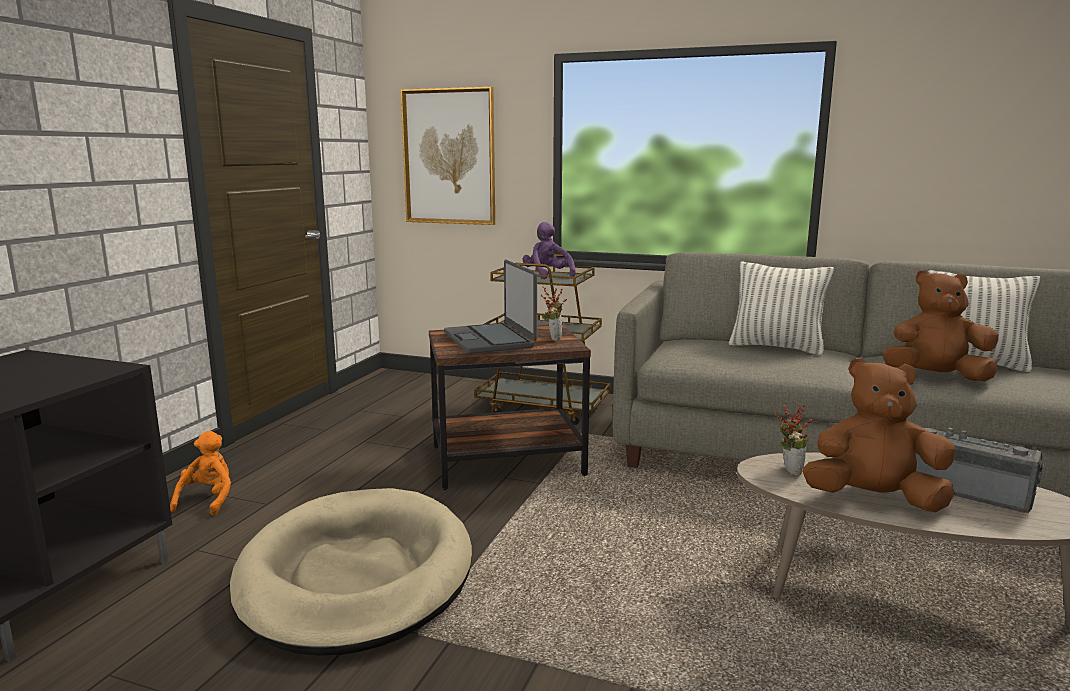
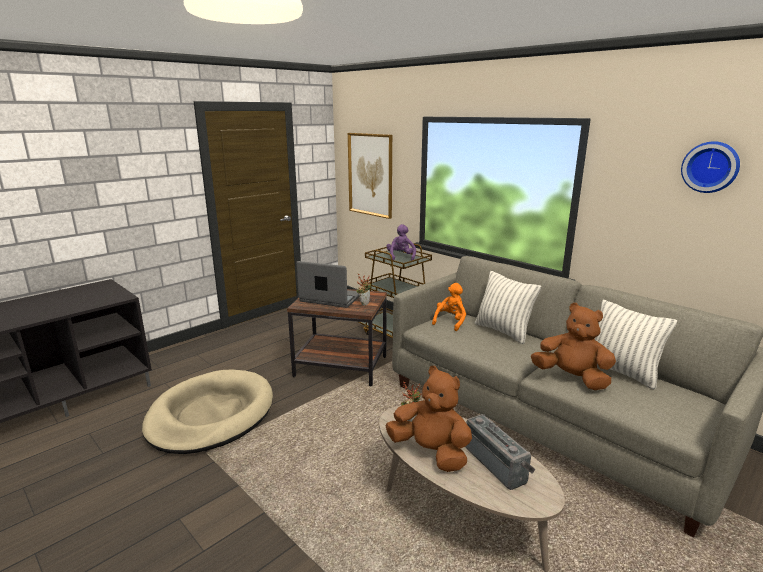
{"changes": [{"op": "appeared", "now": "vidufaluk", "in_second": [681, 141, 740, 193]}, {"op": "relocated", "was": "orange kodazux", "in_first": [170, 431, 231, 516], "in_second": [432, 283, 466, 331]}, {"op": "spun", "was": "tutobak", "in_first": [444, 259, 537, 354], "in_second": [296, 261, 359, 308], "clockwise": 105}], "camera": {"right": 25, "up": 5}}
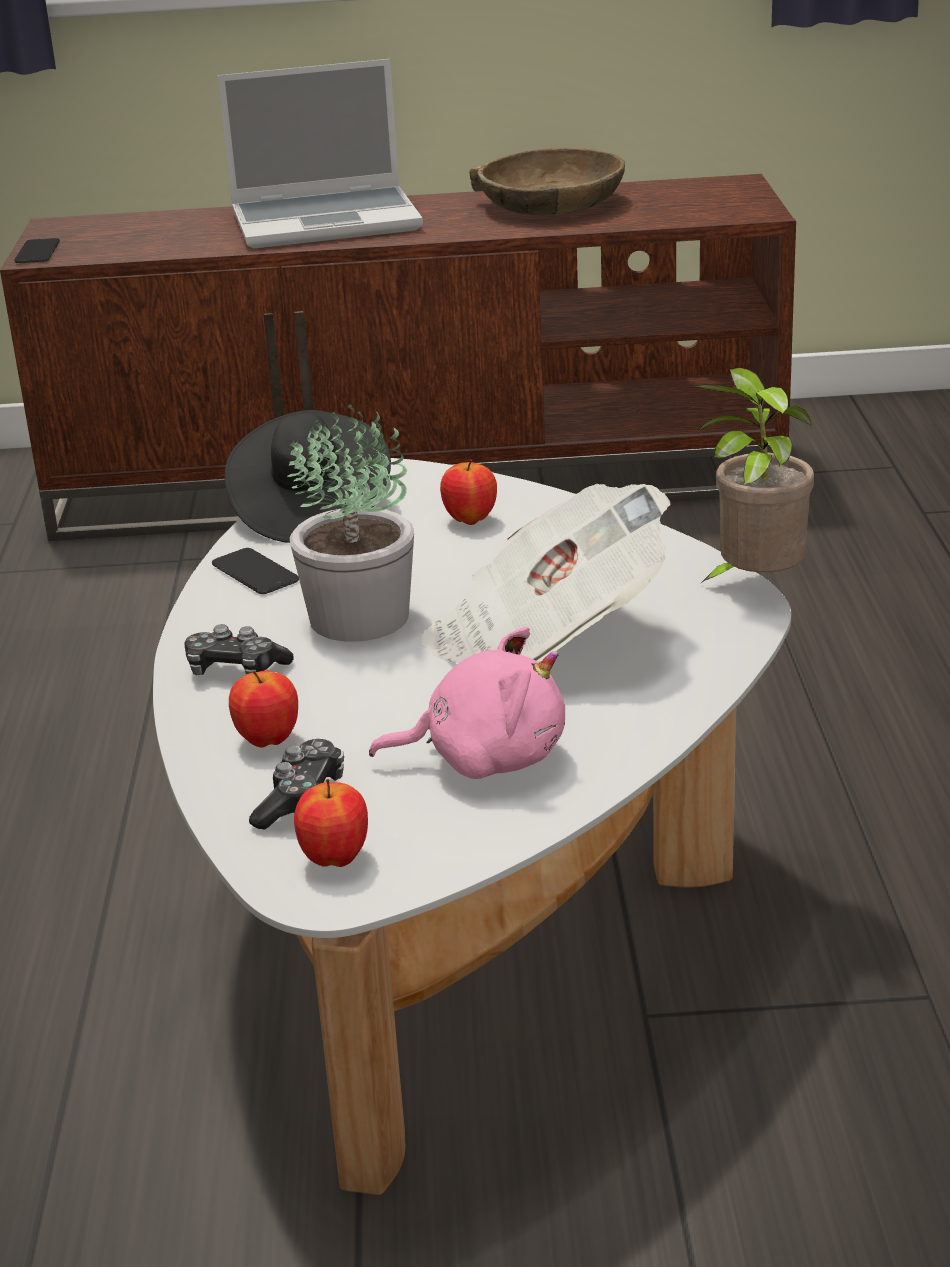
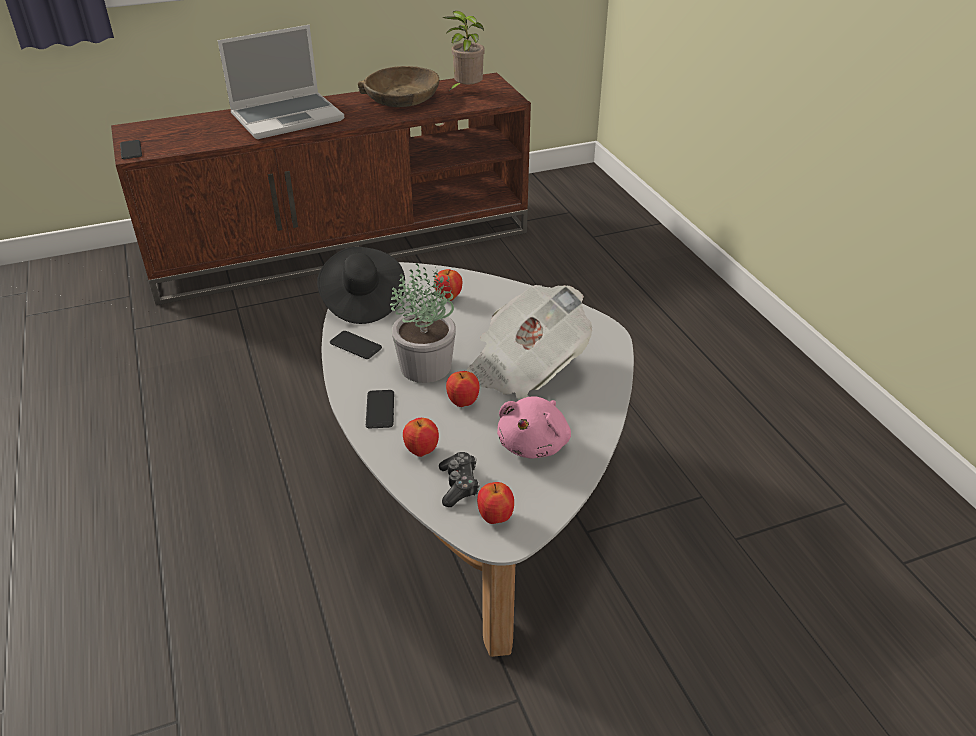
{"changes": [{"op": "appeared", "now": "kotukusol", "in_second": [446, 371, 480, 407]}, {"op": "relocated", "was": "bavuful", "in_first": [694, 367, 814, 584], "in_second": [443, 11, 485, 92]}, {"op": "exchanged", "was": "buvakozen", "now": "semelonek", "in_first": [185, 624, 294, 675], "in_second": [366, 390, 394, 428]}, {"op": "spun", "was": "pink kodazux", "in_first": [369, 627, 565, 779], "in_second": [497, 397, 571, 458], "clockwise": 135}], "camera": {"right": -20, "up": 10}}
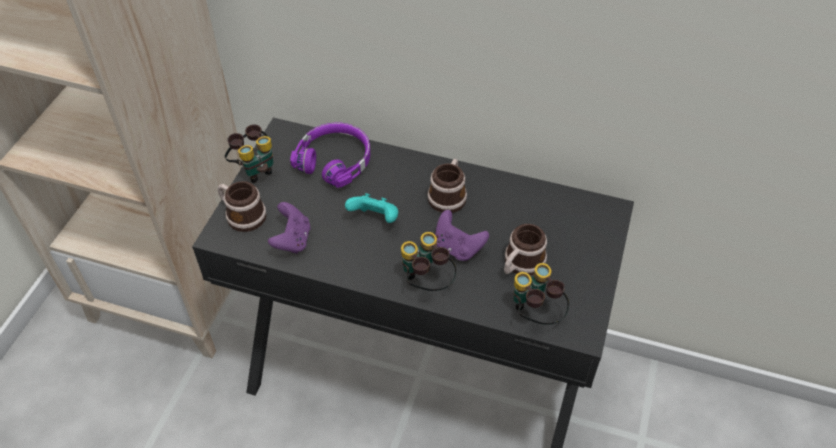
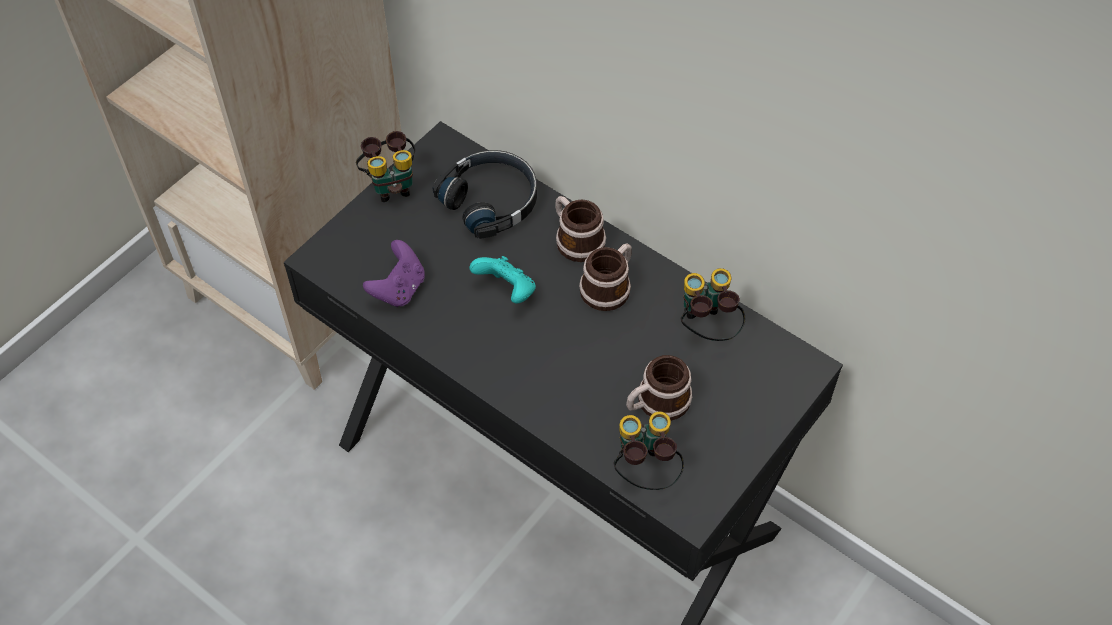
{"changes": [{"op": "missing", "was": "purple buvakozen", "in_first": [435, 210, 489, 261]}, {"op": "relocated", "was": "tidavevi", "in_first": [218, 181, 266, 232], "in_second": [555, 196, 606, 262]}, {"op": "relocated", "was": "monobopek", "in_first": [401, 232, 457, 291], "in_second": [681, 268, 745, 341]}, {"op": "colour", "was": "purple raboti", "now": "black raboti", "in_first": [290, 122, 370, 188], "in_second": [432, 150, 537, 239]}], "camera": {"right": 20, "up": 5}}
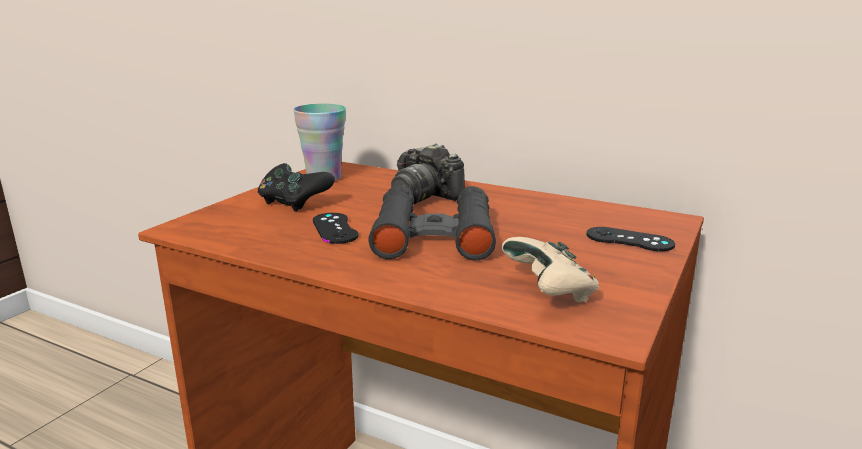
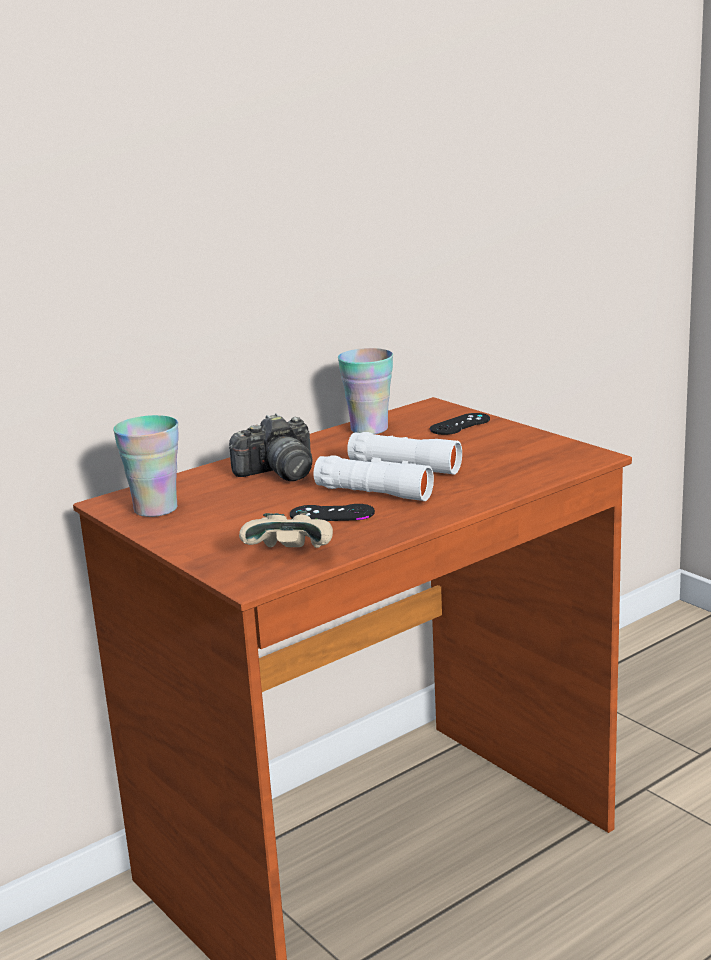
{"changes": [{"op": "missing", "was": "black buvakozen", "in_first": [258, 163, 335, 212]}, {"op": "appeared", "now": "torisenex", "in_second": [338, 348, 393, 434]}, {"op": "relocated", "was": "beige buvakozen", "in_first": [502, 237, 599, 303], "in_second": [239, 511, 333, 548]}, {"op": "colour", "was": "black monobopek", "now": "white monobopek", "in_first": [368, 185, 496, 260], "in_second": [314, 432, 462, 501]}], "camera": {"right": -65, "up": 0}}
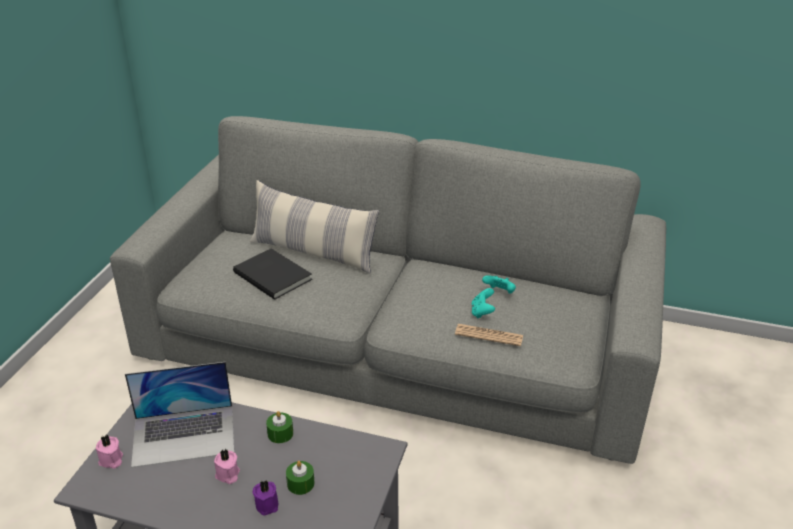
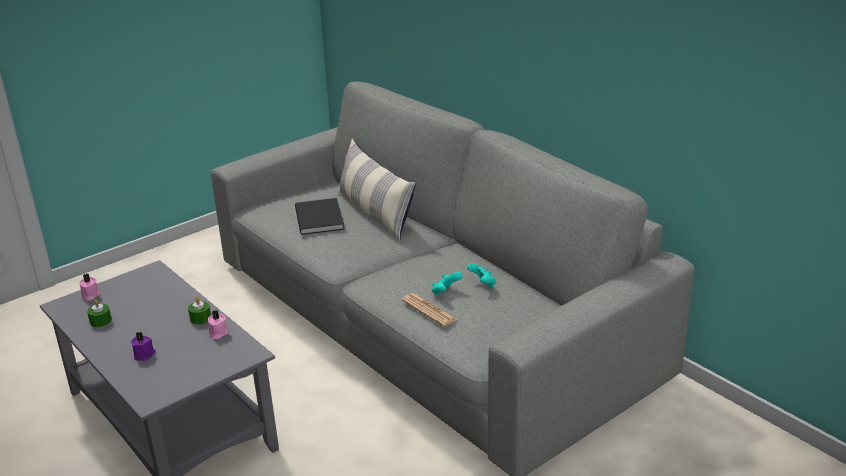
{"changes": [{"op": "missing", "was": "tutobak", "in_first": [125, 362, 234, 468]}, {"op": "relocated", "was": "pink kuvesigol", "in_first": [214, 449, 240, 484], "in_second": [208, 310, 228, 339]}, {"op": "relocated", "was": "green kuvesigol", "in_first": [286, 461, 315, 495], "in_second": [87, 300, 112, 327]}], "camera": {"right": 35, "up": -5}}
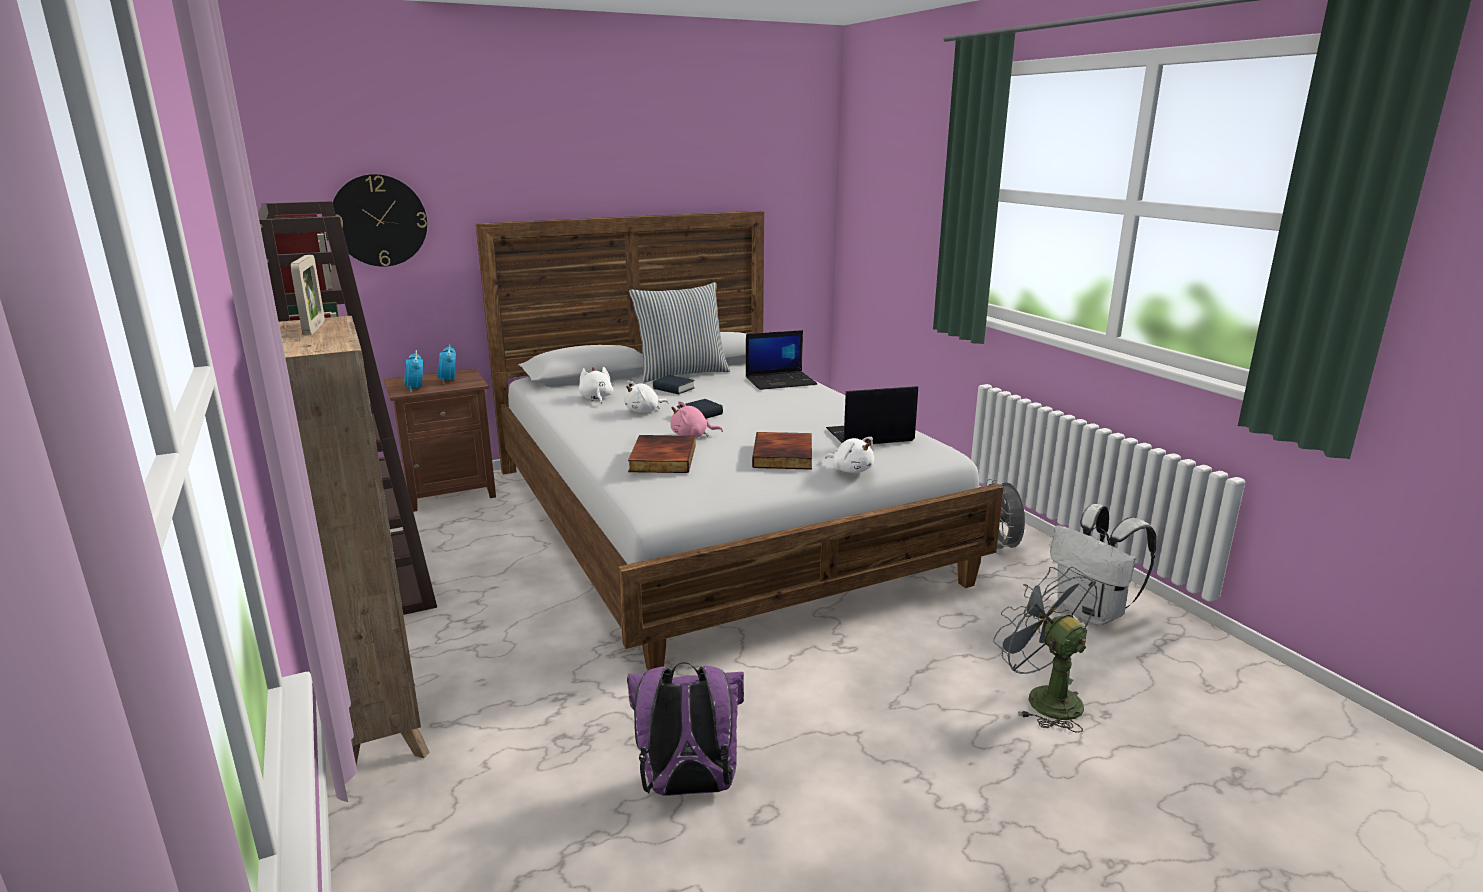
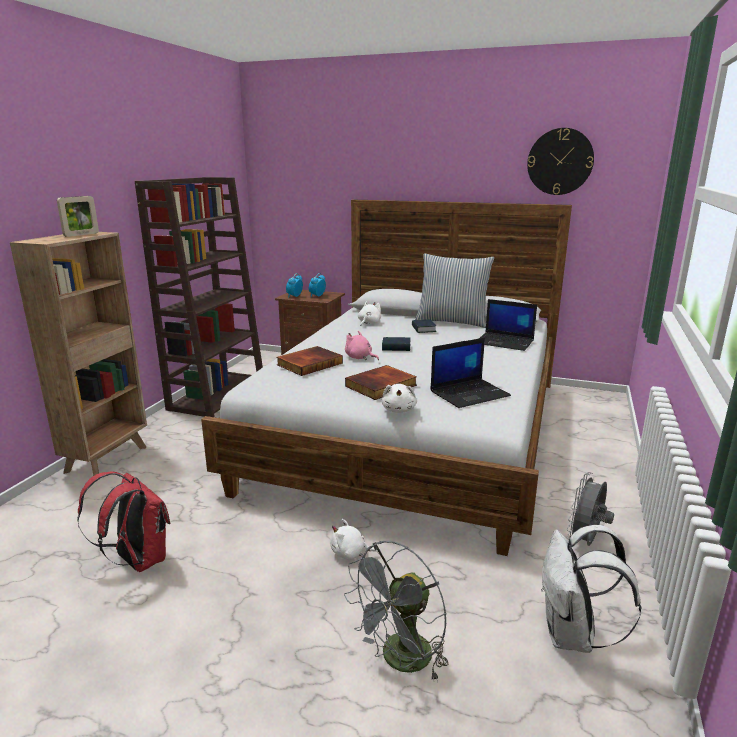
{"changes": [{"op": "relocated", "was": "vidufaluk", "in_first": [333, 174, 427, 267], "in_second": [527, 128, 594, 195]}, {"op": "relocated", "was": "white kodazux", "in_first": [624, 381, 669, 413], "in_second": [330, 519, 379, 560]}, {"op": "colour", "was": "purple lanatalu", "now": "red lanatalu", "in_first": [627, 662, 744, 796], "in_second": [77, 471, 170, 572]}, {"op": "spun", "was": "tutobak", "in_first": [826, 386, 918, 444], "in_second": [430, 338, 511, 408], "clockwise": 120}, {"op": "spun", "was": "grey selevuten", "in_first": [993, 567, 1098, 733], "in_second": [344, 541, 448, 682], "clockwise": -150}], "camera": {"right": 45, "up": 0}}
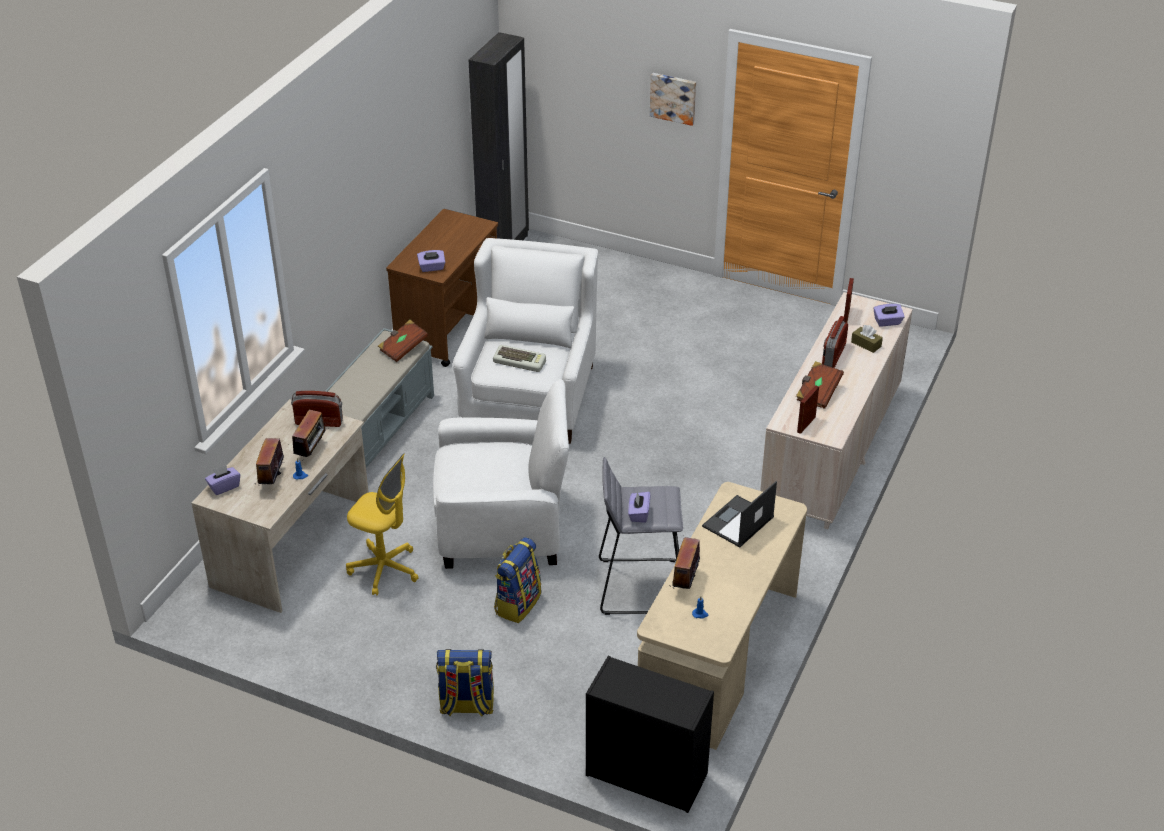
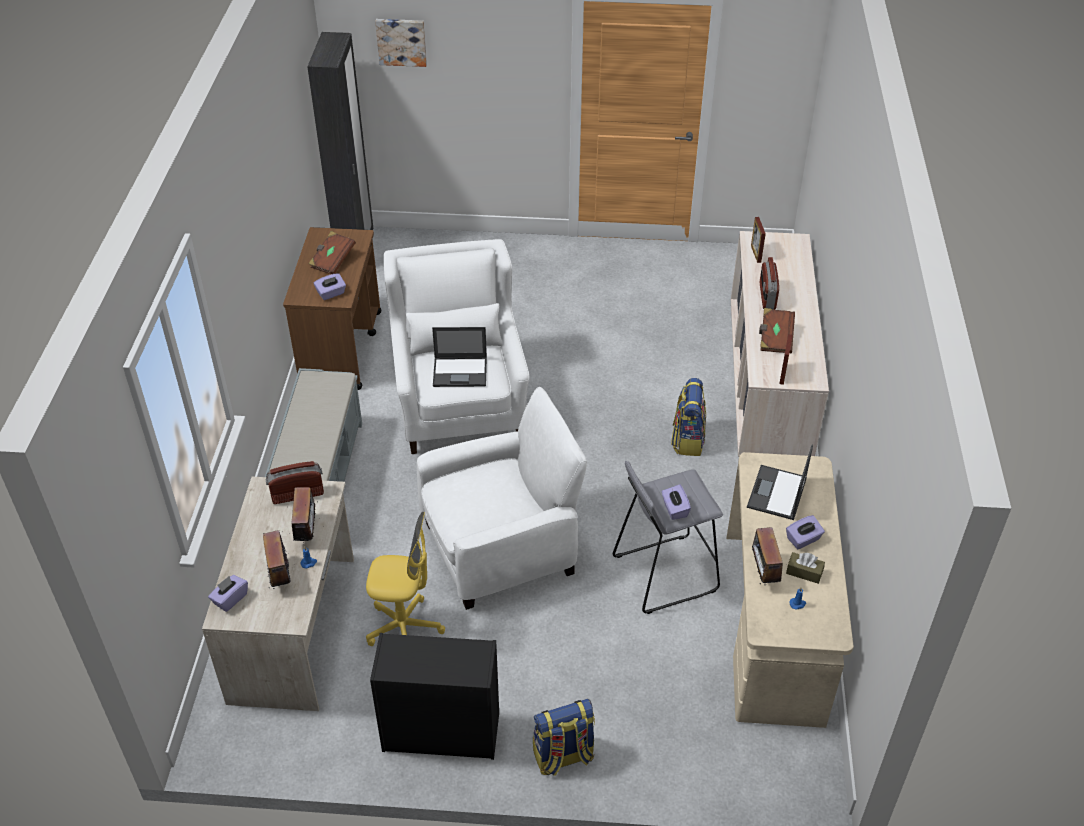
{"changes": [{"op": "relocated", "was": "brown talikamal", "in_first": [378, 320, 428, 362], "in_second": [309, 231, 356, 274]}, {"op": "relocated", "was": "lanatalu", "in_first": [494, 537, 541, 623], "in_second": [671, 378, 706, 456]}, {"op": "relocated", "was": "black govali", "in_first": [586, 656, 714, 813], "in_second": [370, 633, 499, 760]}, {"op": "relocated", "was": "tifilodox", "in_first": [650, 73, 696, 126], "in_second": [375, 19, 427, 67]}, {"op": "relocated", "was": "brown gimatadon", "in_first": [851, 325, 883, 353], "in_second": [786, 552, 825, 584]}, {"op": "relocated", "was": "purple gimatadon", "in_first": [874, 304, 905, 327], "in_second": [786, 515, 825, 549]}, {"op": "exchanged", "was": "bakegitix", "now": "tutobak", "in_first": [493, 345, 546, 372], "in_second": [432, 327, 487, 387]}], "camera": {"right": -20, "up": 5}}
